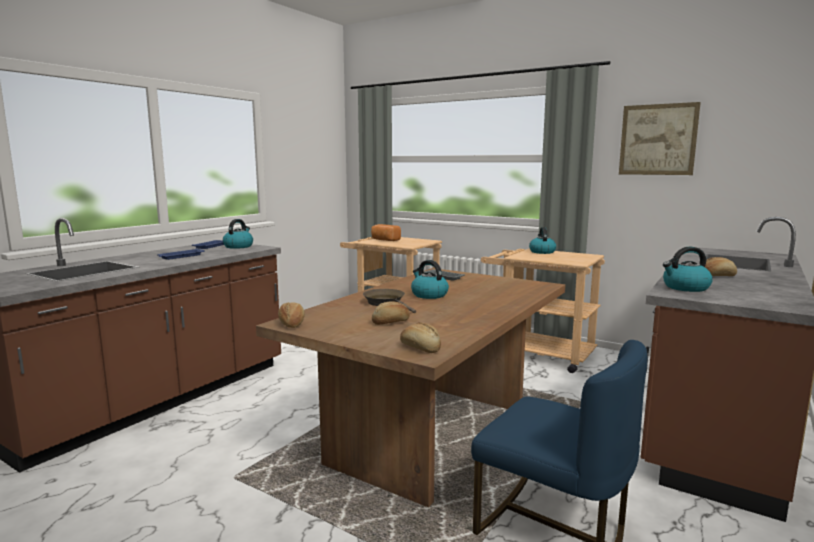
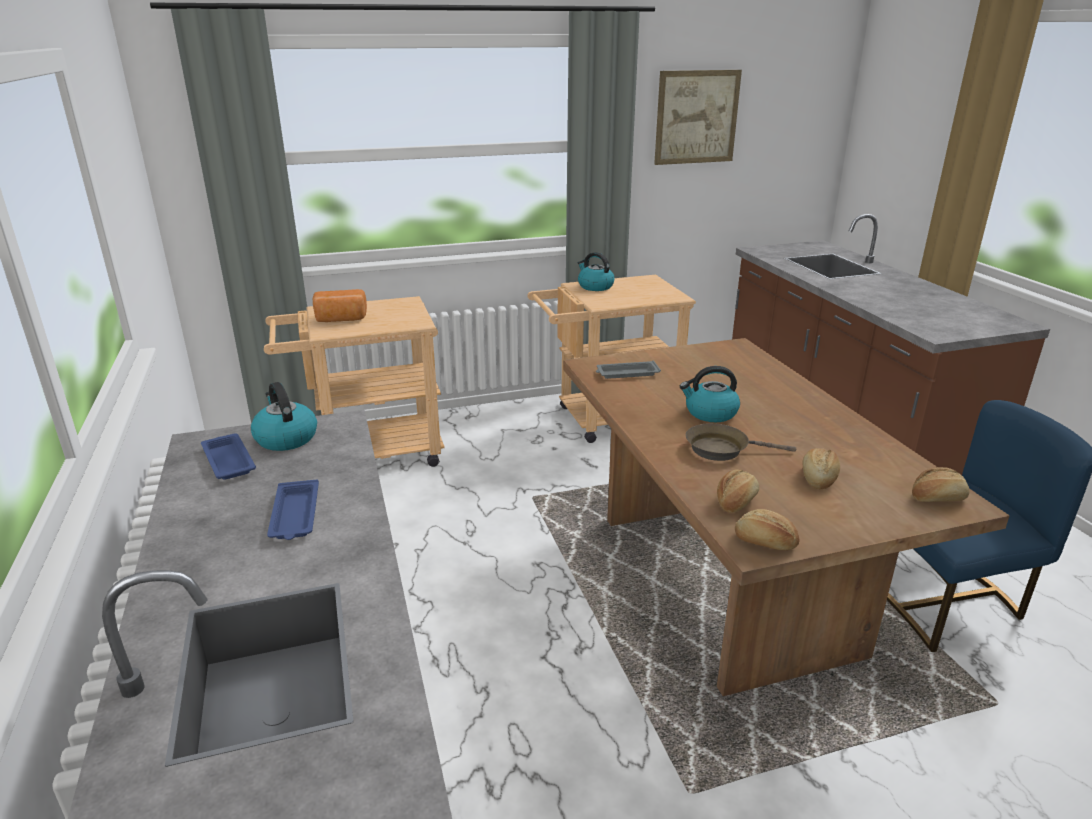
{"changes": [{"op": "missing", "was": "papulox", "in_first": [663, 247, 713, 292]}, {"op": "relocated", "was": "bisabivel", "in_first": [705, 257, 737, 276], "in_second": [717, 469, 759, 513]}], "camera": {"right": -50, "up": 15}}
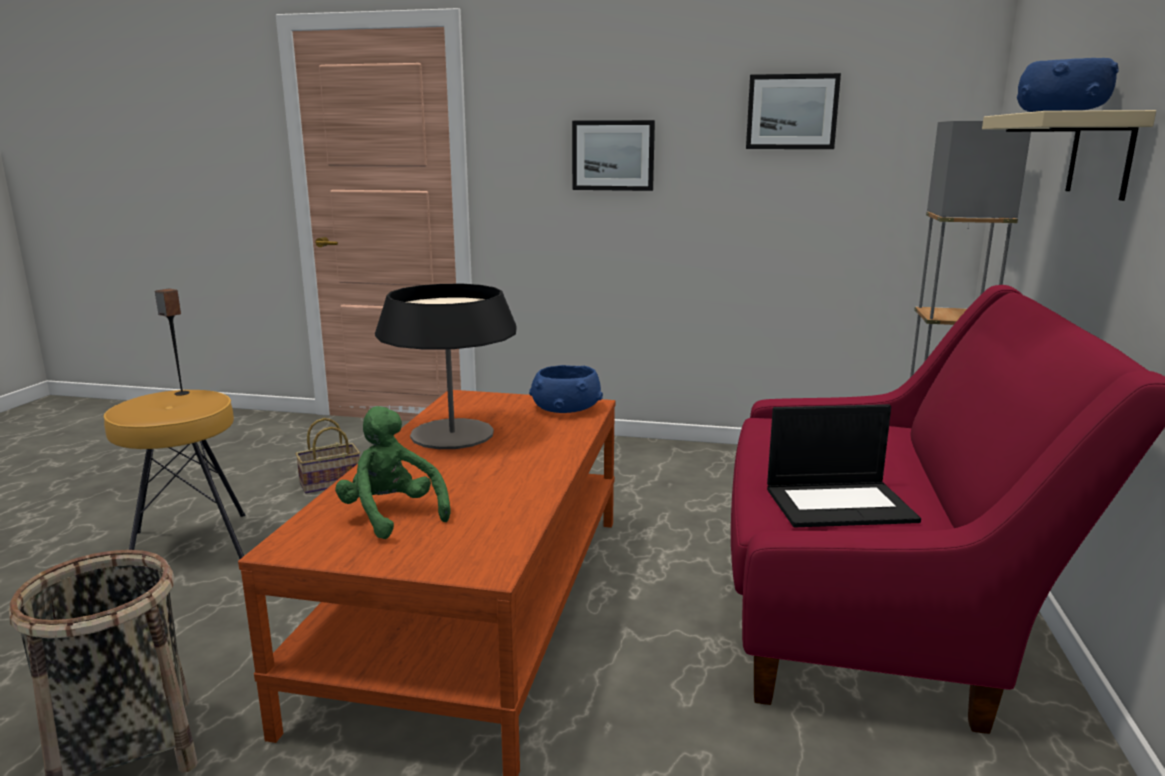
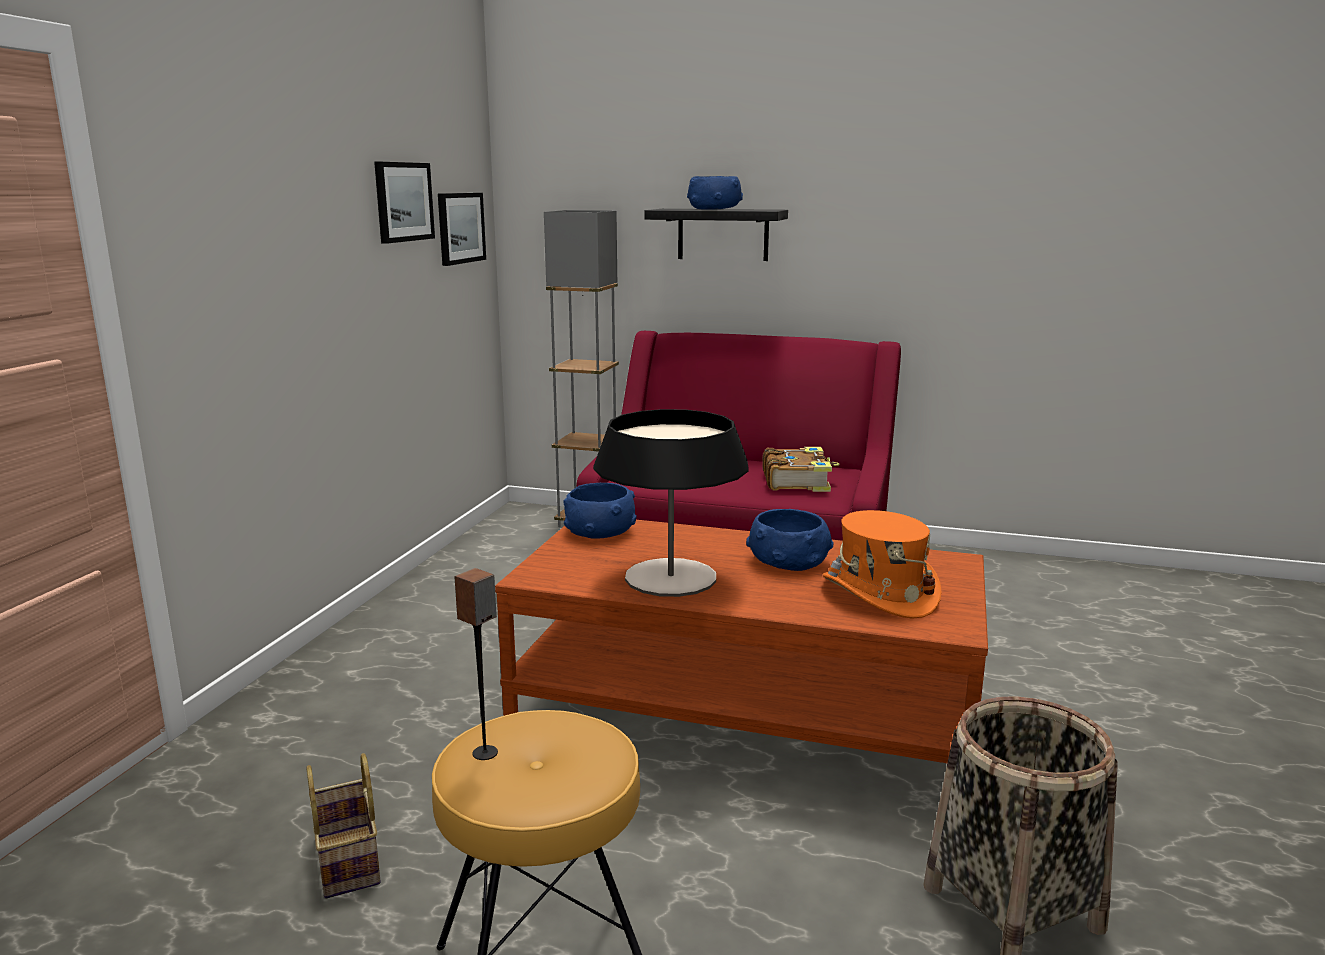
{"changes": [{"op": "appeared", "now": "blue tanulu", "in_second": [746, 509, 834, 571]}, {"op": "relocated", "was": "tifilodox", "in_first": [572, 120, 655, 191], "in_second": [438, 193, 486, 266]}, {"op": "exchanged", "was": "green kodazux", "now": "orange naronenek", "in_first": [335, 406, 451, 539], "in_second": [823, 510, 942, 619]}, {"op": "exchanged", "was": "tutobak", "now": "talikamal", "in_first": [767, 404, 921, 527], "in_second": [762, 447, 839, 492]}, {"op": "colour", "was": "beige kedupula", "now": "black kedupula", "in_first": [982, 110, 1156, 201], "in_second": [645, 209, 788, 261]}], "camera": {"right": -85, "up": 0}}
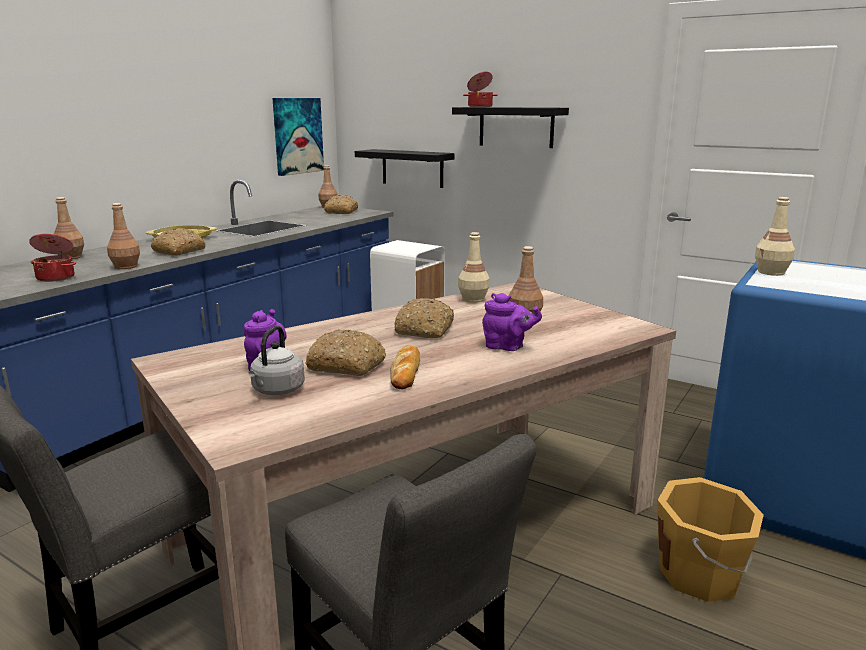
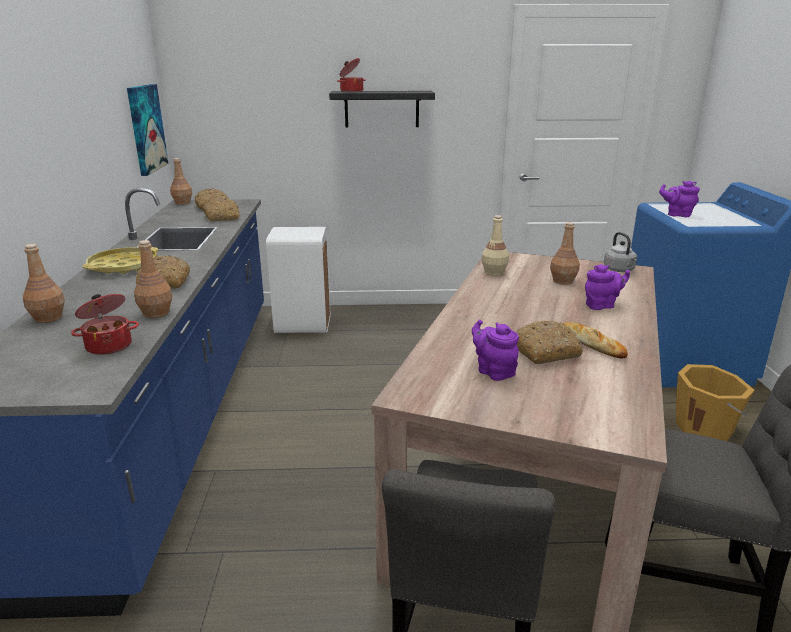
{"changes": [{"op": "missing", "was": "black kedupula", "in_first": [355, 149, 455, 188]}, {"op": "relocated", "was": "grey papulox", "in_first": [249, 326, 305, 395], "in_second": [604, 232, 637, 272]}, {"op": "relocated", "was": "bisabivel", "in_first": [395, 298, 454, 338], "in_second": [203, 198, 239, 221]}, {"op": "exchanged", "was": "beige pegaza", "now": "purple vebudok", "in_first": [755, 197, 795, 276], "in_second": [659, 181, 700, 217]}], "camera": {"right": -35, "up": 5}}
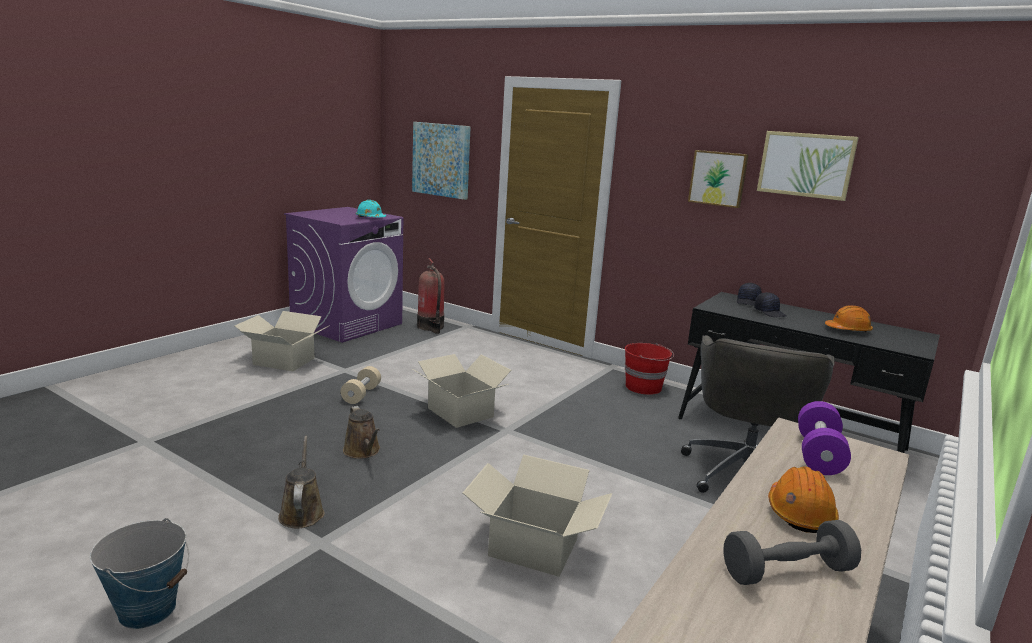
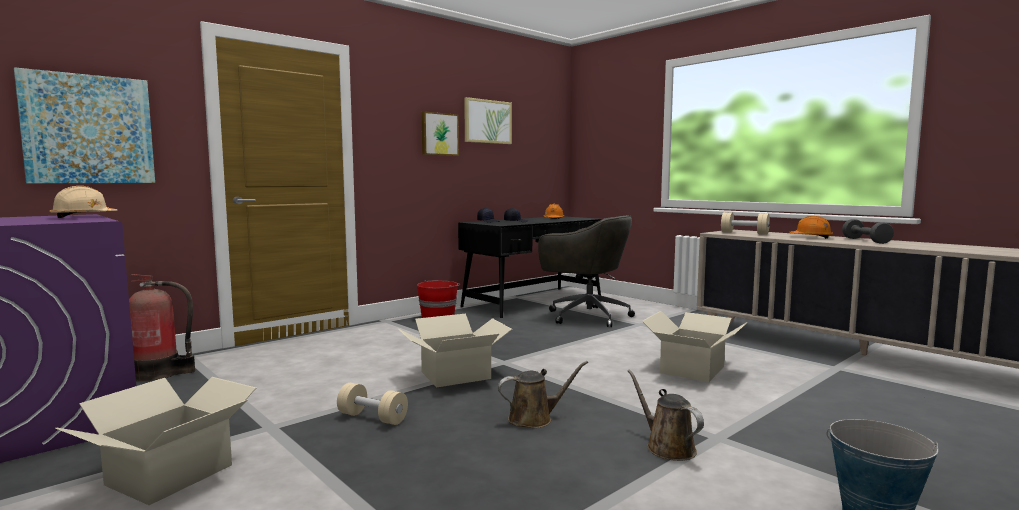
{"changes": [{"op": "colour", "was": "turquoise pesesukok", "now": "beige pesesukok", "in_first": [356, 200, 386, 217], "in_second": [49, 186, 118, 218]}, {"op": "colour", "was": "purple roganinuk", "now": "beige roganinuk", "in_first": [798, 401, 851, 475], "in_second": [721, 212, 770, 234]}, {"op": "spun", "was": "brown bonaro", "in_first": [278, 436, 325, 528], "in_second": [628, 370, 704, 461], "clockwise": 60}], "camera": {"right": -75, "up": -10}}
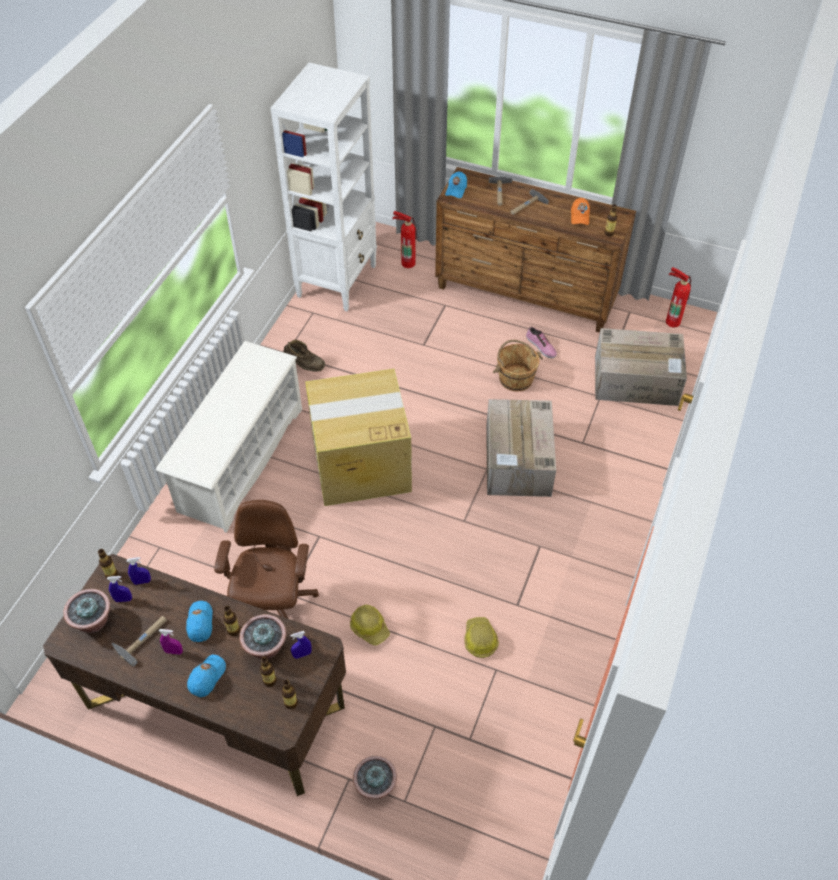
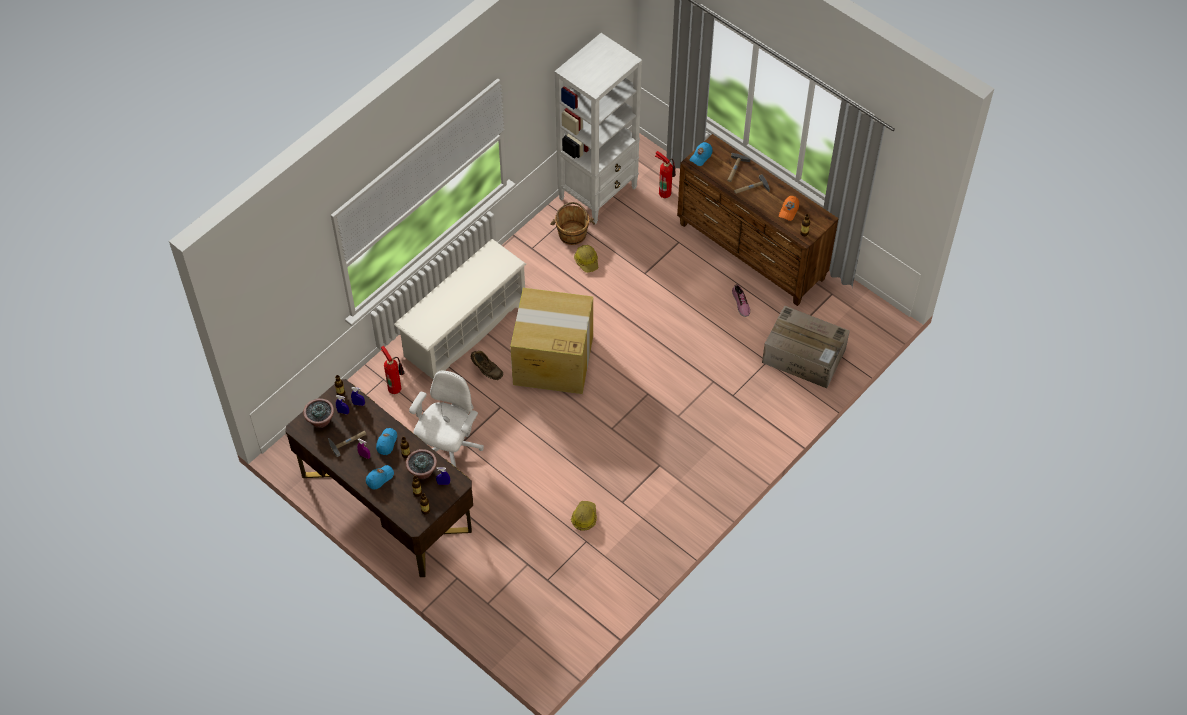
{"changes": [{"op": "missing", "was": "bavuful", "in_first": [353, 756, 397, 799]}, {"op": "missing", "was": "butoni", "in_first": [486, 399, 556, 497]}, {"op": "relocated", "was": "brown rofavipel", "in_first": [283, 339, 325, 372], "in_second": [471, 351, 503, 380]}, {"op": "relocated", "was": "pesesukok", "in_first": [350, 605, 390, 646], "in_second": [574, 245, 598, 273]}, {"op": "relocated", "was": "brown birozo", "in_first": [493, 340, 543, 392], "in_second": [550, 202, 595, 245]}, {"op": "relocated", "was": "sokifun", "in_first": [666, 267, 691, 327], "in_second": [381, 346, 404, 394]}, {"op": "colour", "was": "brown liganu", "now": "white liganu", "in_first": [214, 500, 319, 619], "in_second": [409, 371, 484, 468]}], "camera": {"right": 20, "up": 5}}
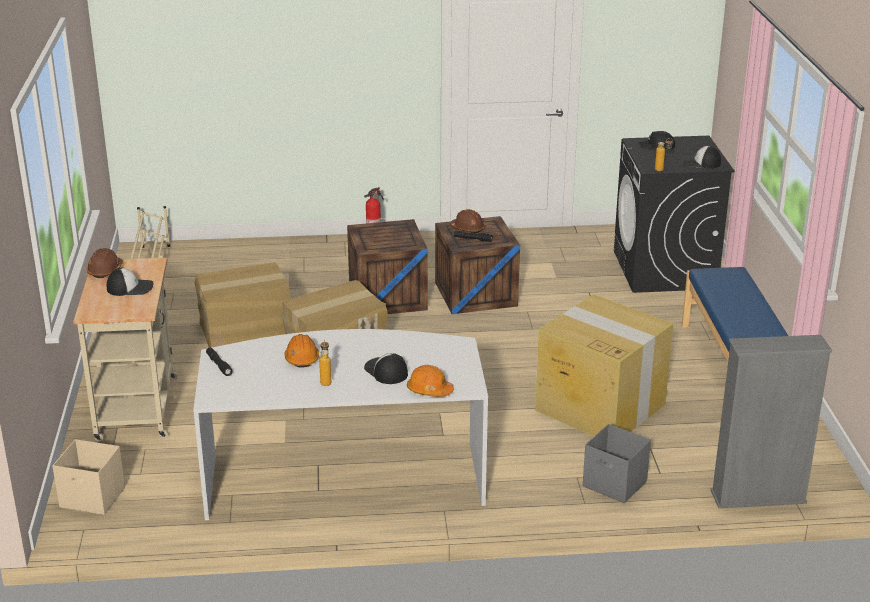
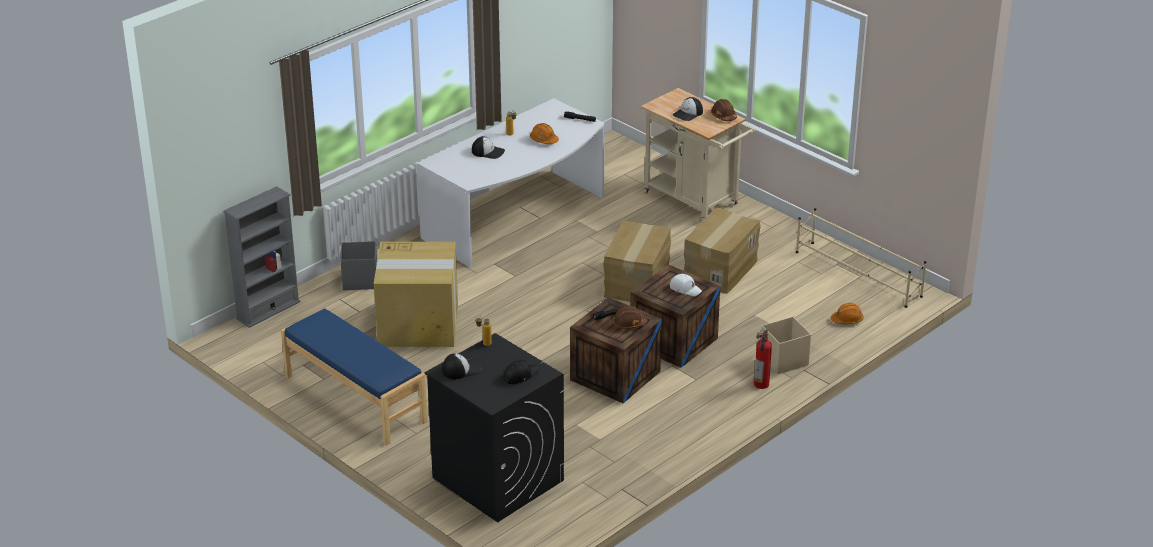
{"changes": [{"op": "appeared", "now": "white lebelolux", "in_second": [669, 274, 702, 296]}, {"op": "relocated", "was": "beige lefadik", "in_first": [52, 439, 125, 515], "in_second": [761, 317, 811, 374]}, {"op": "relocated", "was": "orange pesesukok", "in_first": [407, 365, 454, 397], "in_second": [831, 303, 864, 324]}], "camera": {"right": 140, "up": 5}}
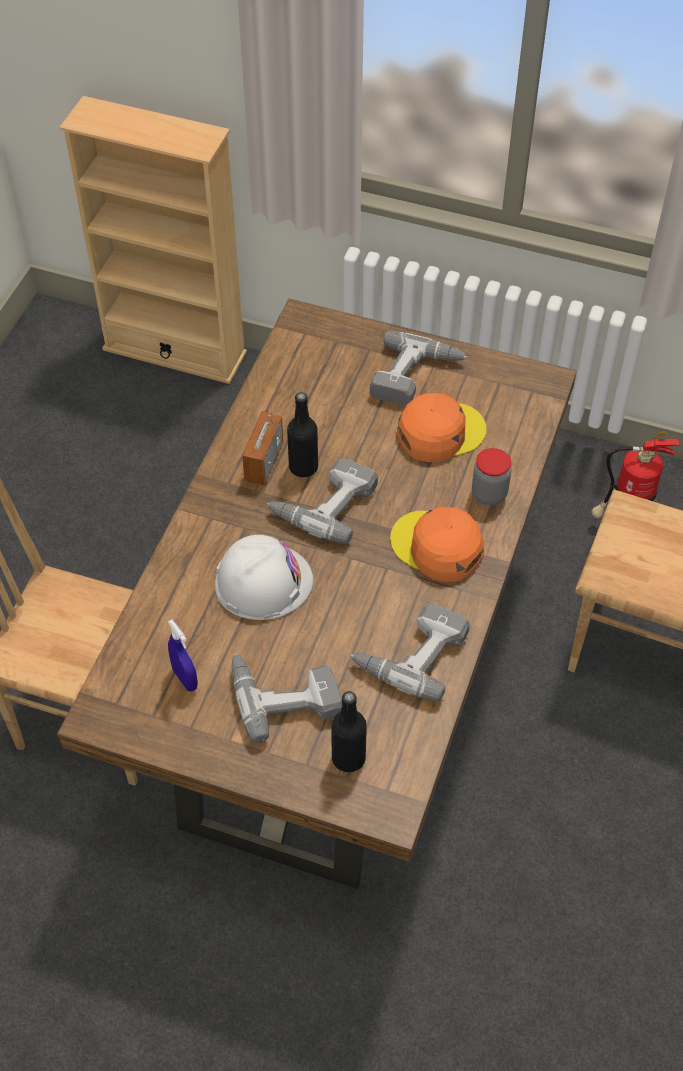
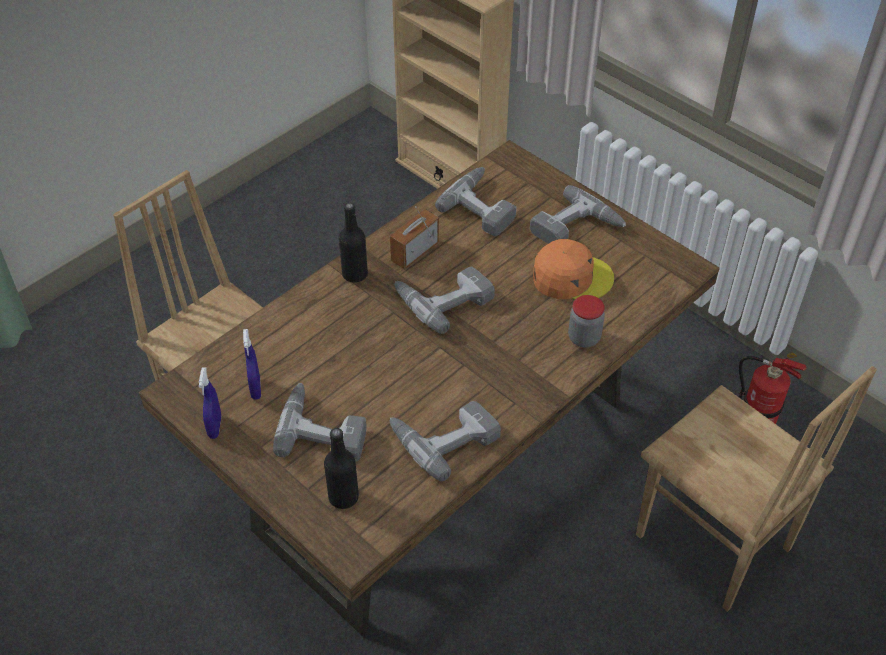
{"changes": [{"op": "missing", "was": "white pesesukok", "in_first": [214, 535, 313, 620]}, {"op": "missing", "was": "orange lebelolux", "in_first": [390, 506, 484, 582]}, {"op": "appeared", "now": "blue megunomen", "in_second": [199, 367, 221, 439]}, {"op": "appeared", "now": "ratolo", "in_second": [435, 167, 516, 237]}, {"op": "relocated", "was": "black pegaza", "in_first": [287, 392, 318, 477], "in_second": [339, 203, 368, 283]}], "camera": {"right": 25, "up": -5}}
